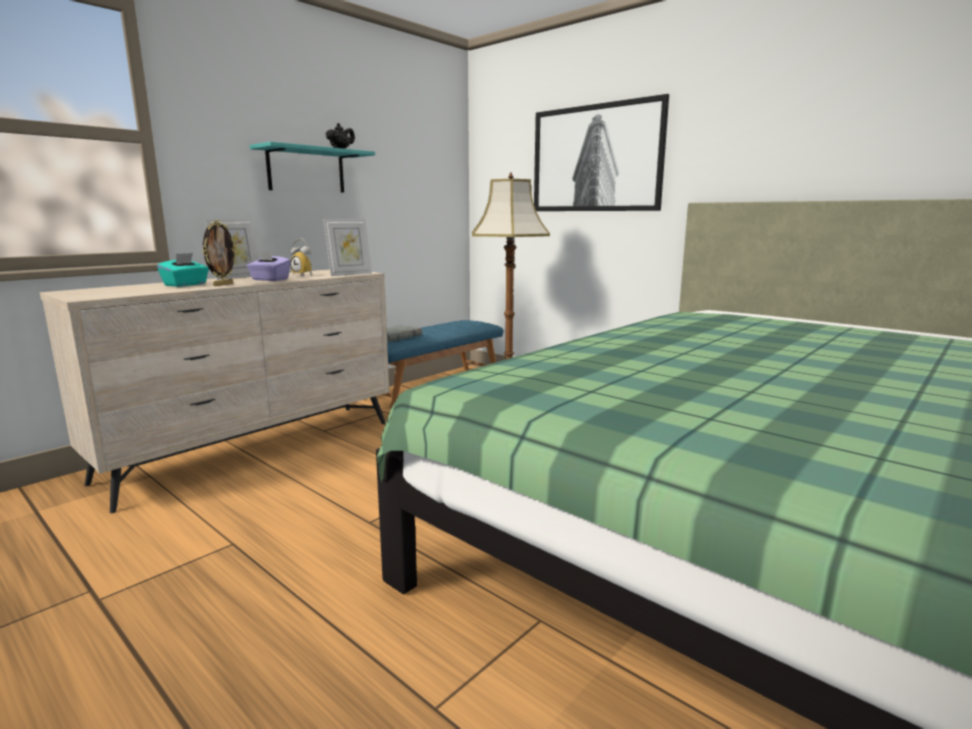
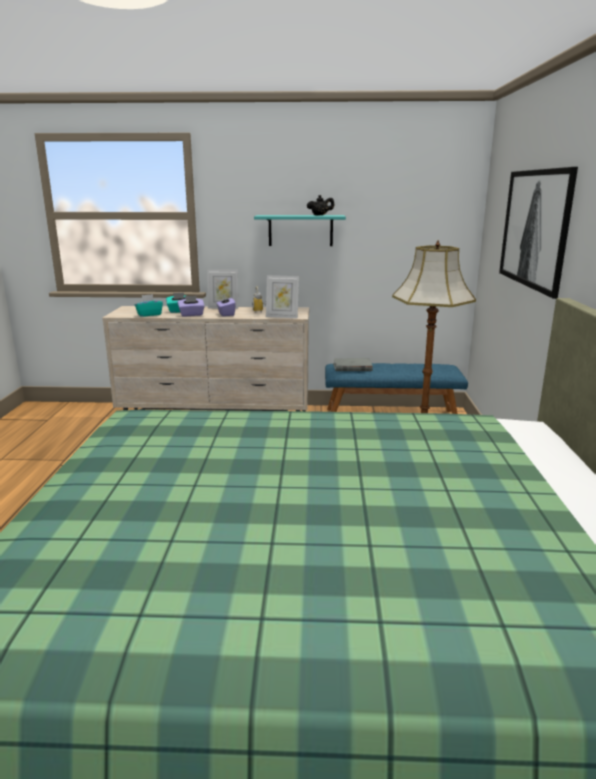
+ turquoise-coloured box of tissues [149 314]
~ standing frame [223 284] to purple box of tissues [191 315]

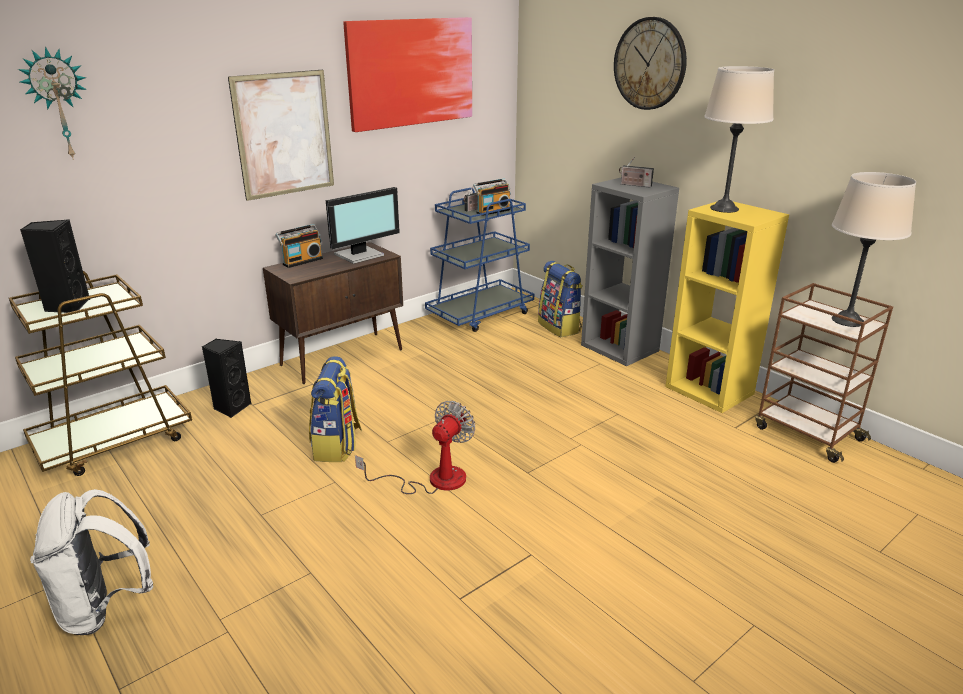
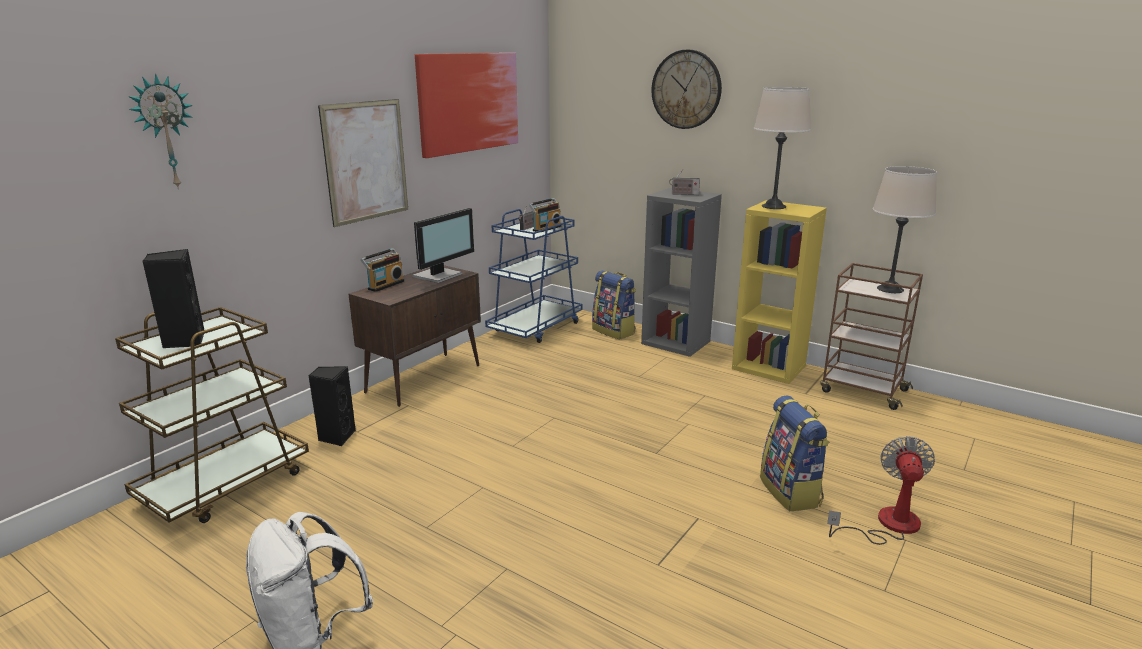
~ backpack [337 446] to [791 492]
~ fan [433 480] to [887 525]

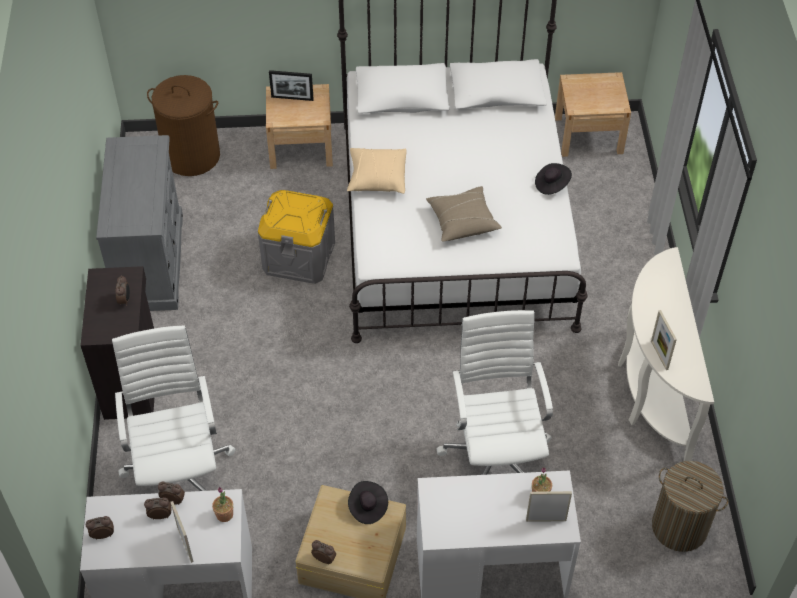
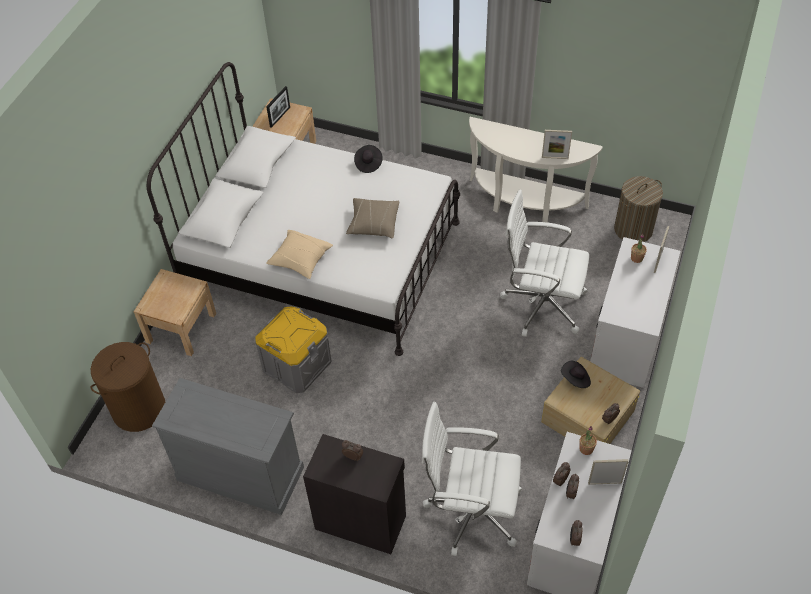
~ standing frame [292 98] to [280 117]

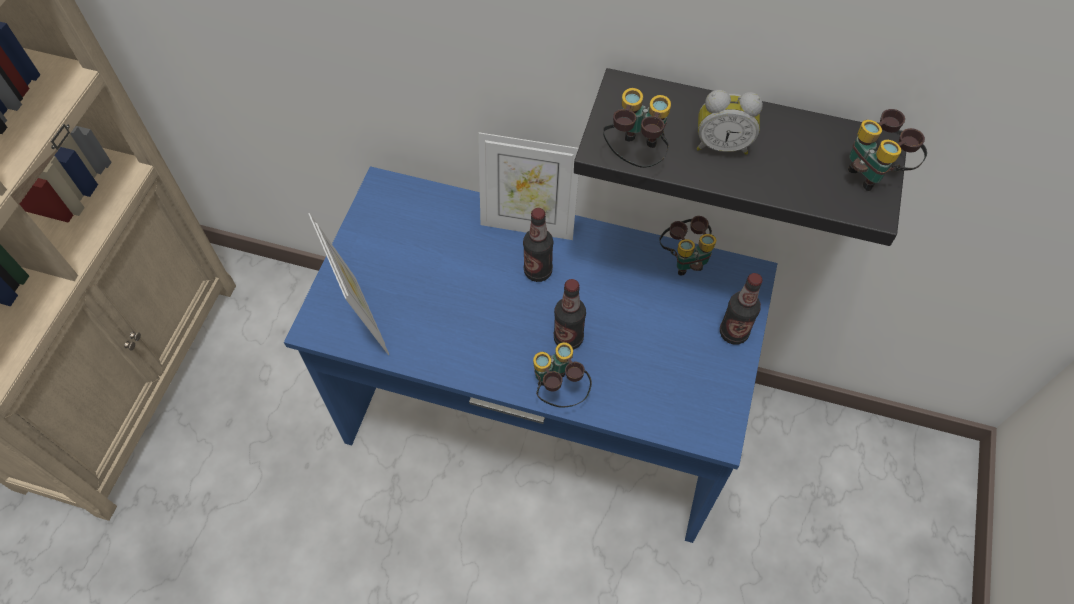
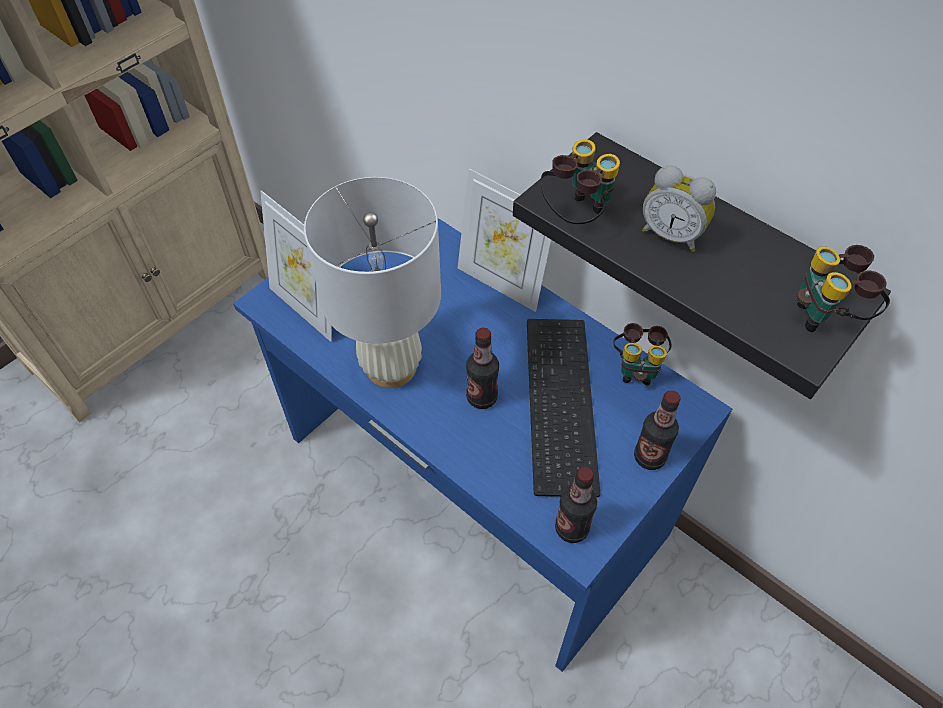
~ standing frame [361 318] = [307 308] 135 degrees clockwise
+ white-coloured table lamp [390 367]
+ computer keyboard [556 401]
~ beverage bottle [538 271] to [571 528]
- pair of binoculars [559 391]

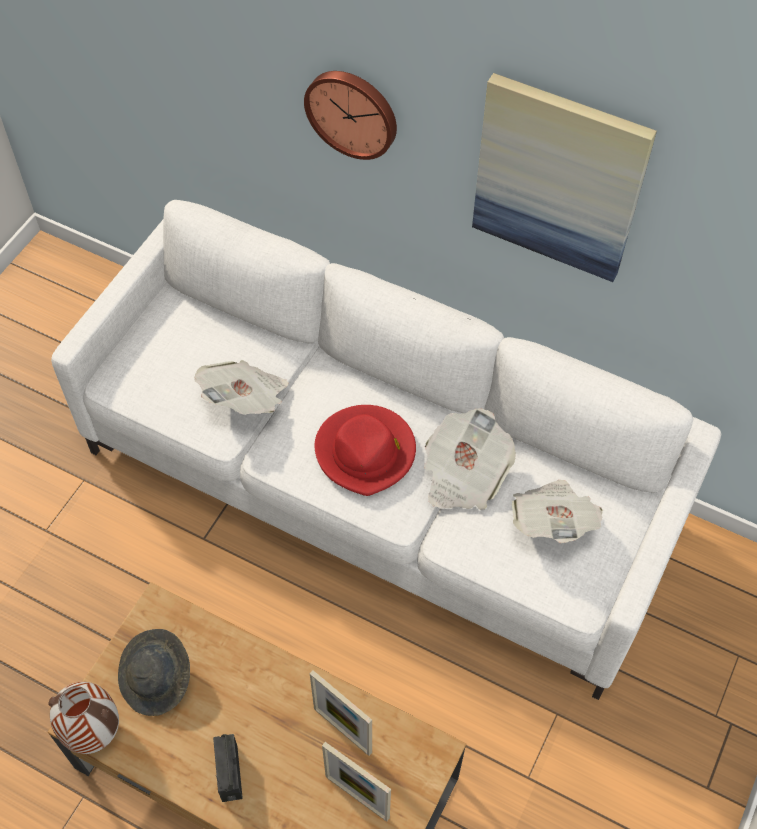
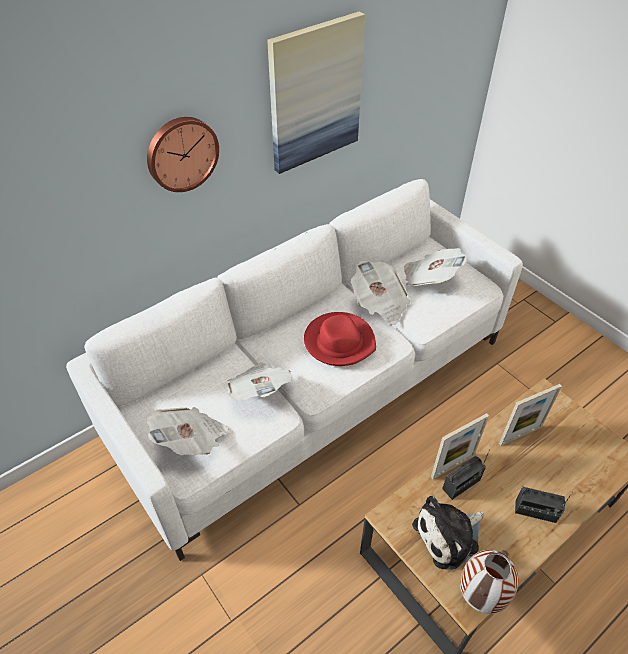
+ printed paper [192 440]
~ gray clothing hat [157 680] to plush toy [449 536]
~ standing frame [357 797] to [452 466]
+ radio receiver [461 484]

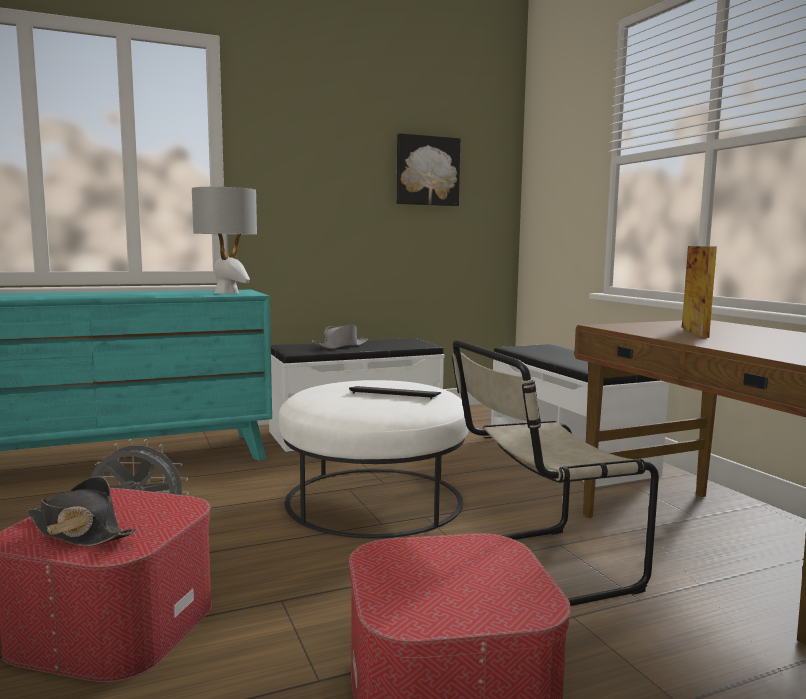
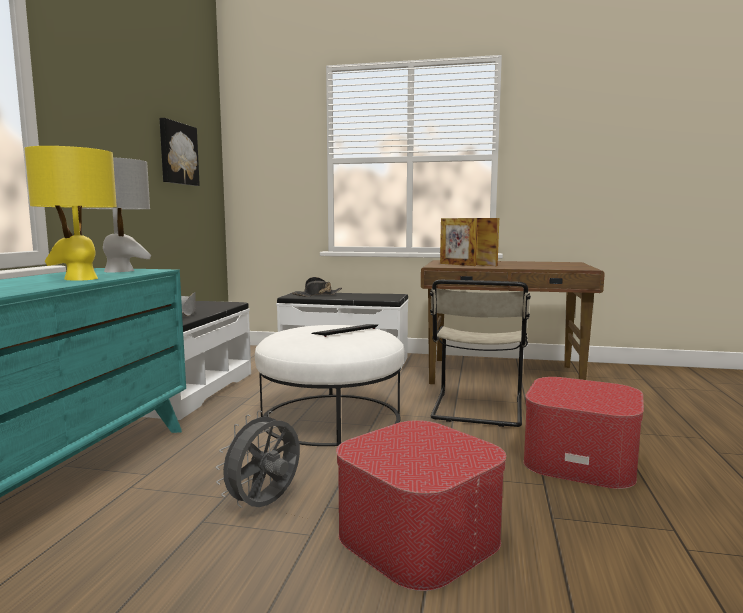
+ yellowish table lamp [80 279]
~ blackish clothing hat [79 532] to [317 295]
+ standing frame [457 264]

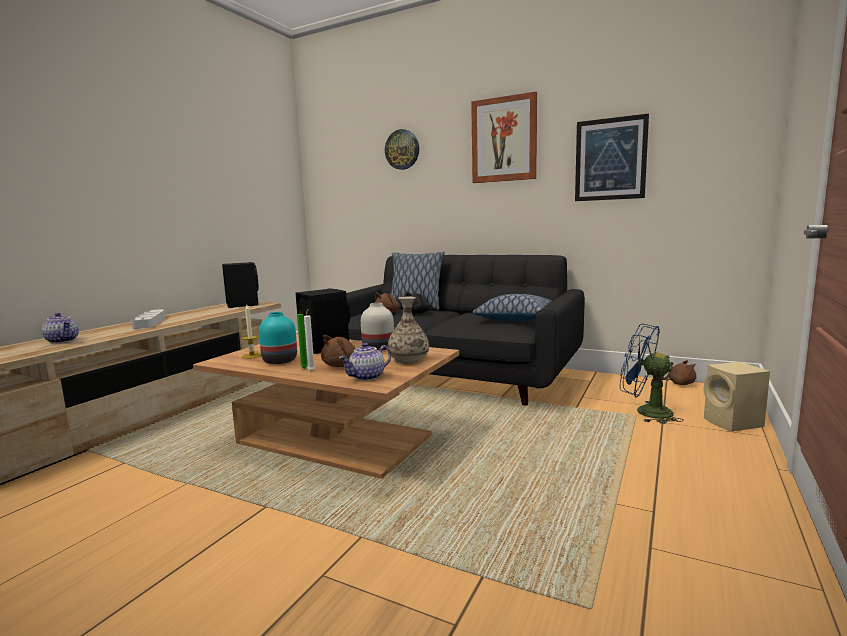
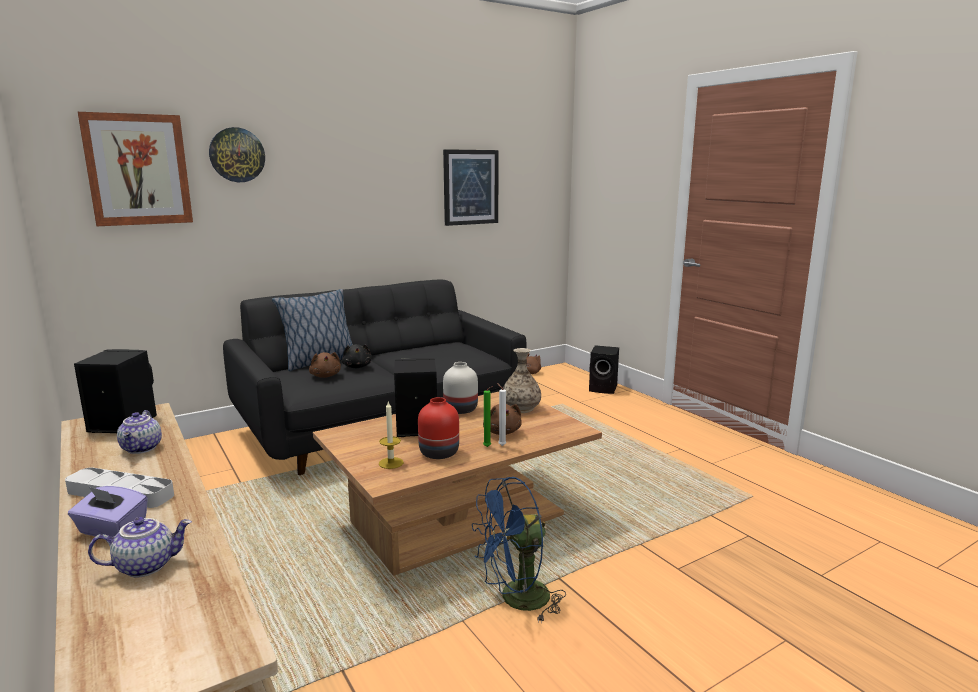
+ purple box of tissues [112 530]
~ wall art [504 140] to [138 170]
~ teapot [367 377] to [142 448]
~ turquoise-coloured vase [280 361] to red vase [440 452]
~ blue fan [645 412] to [516 600]
~ beige speaker [733 423] to blackish speaker [604 388]
- cushion [513 318]

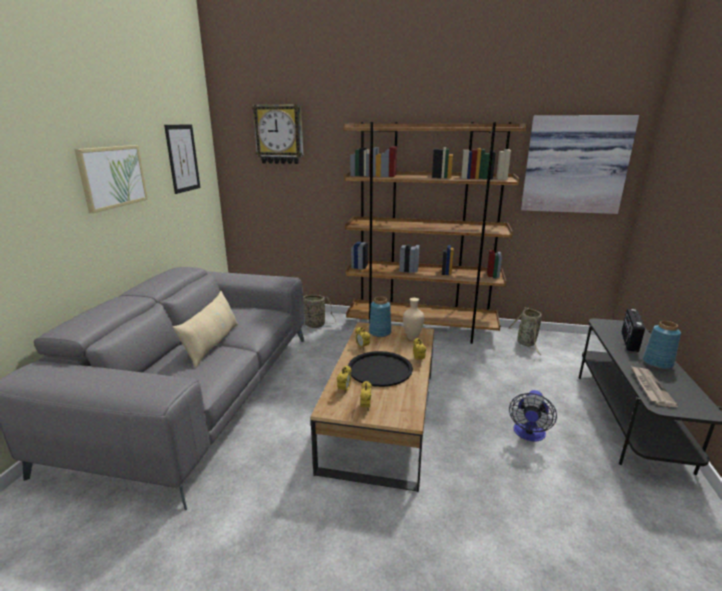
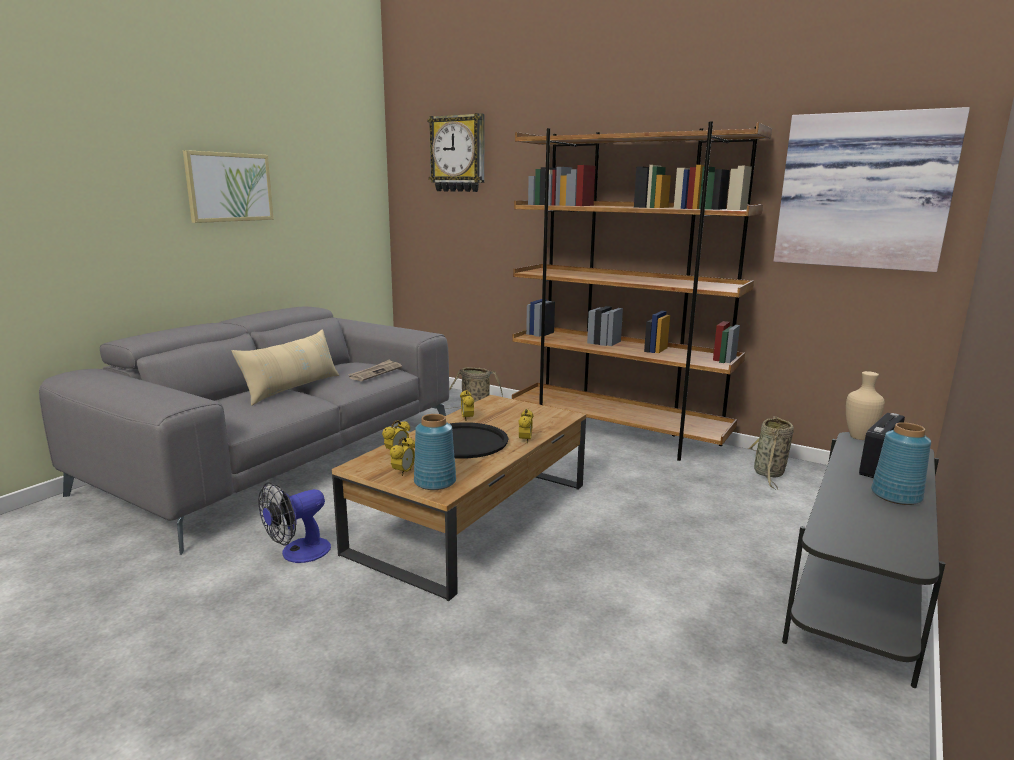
~ fan [528 434] to [298 553]
~ printed paper [650 387] to [375 372]
~ blue vase [380 332] to [435 482]
~ beige vase [411 338] to [857 437]
- wall art [183 158]

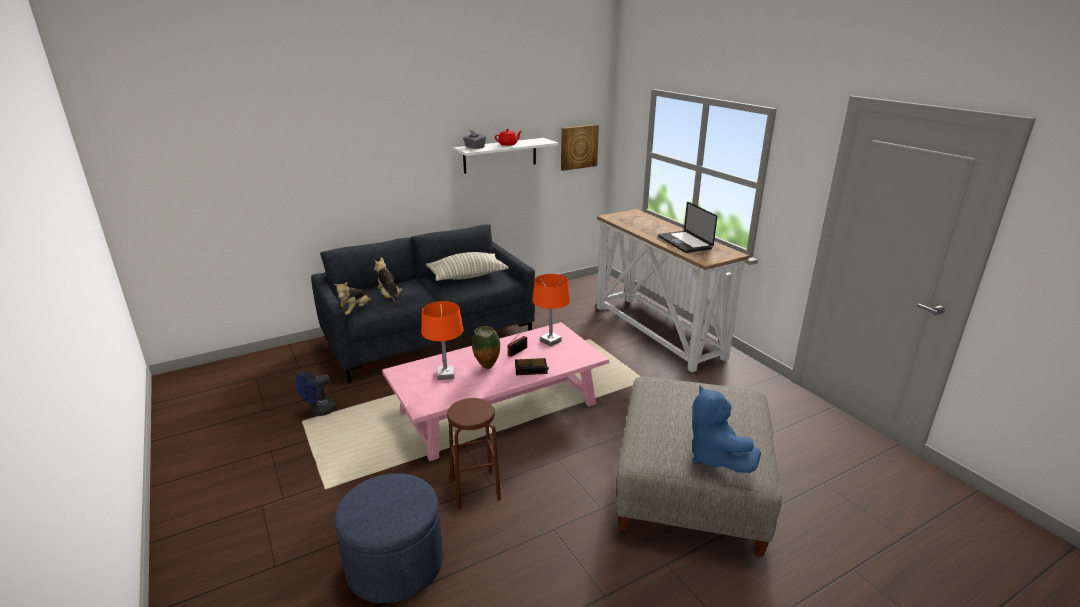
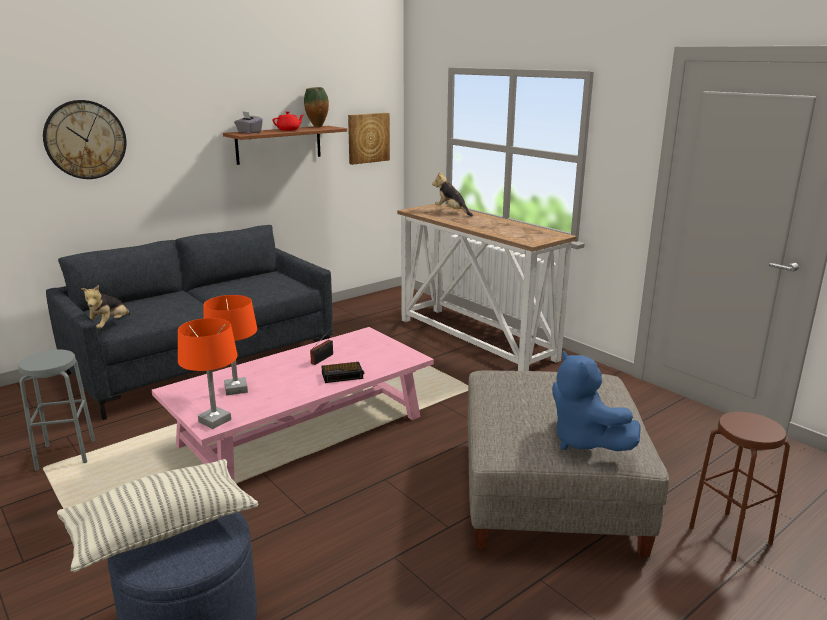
~ blue fan [319 411] to gray stool [66 454]
+ wall clock [85 139]
~ cushion [467 276] to [161 530]
~ orangey table lamp [550 341] to [214 421]
~ white-coloured bracket shelf [500 155] to brown bracket shelf [279 144]
~ vase [487 368] to [317 127]
~ plush toy [390 297] to [452 212]
~ brown stool [475 489] to [729 535]
- notebook computer [684 243]

